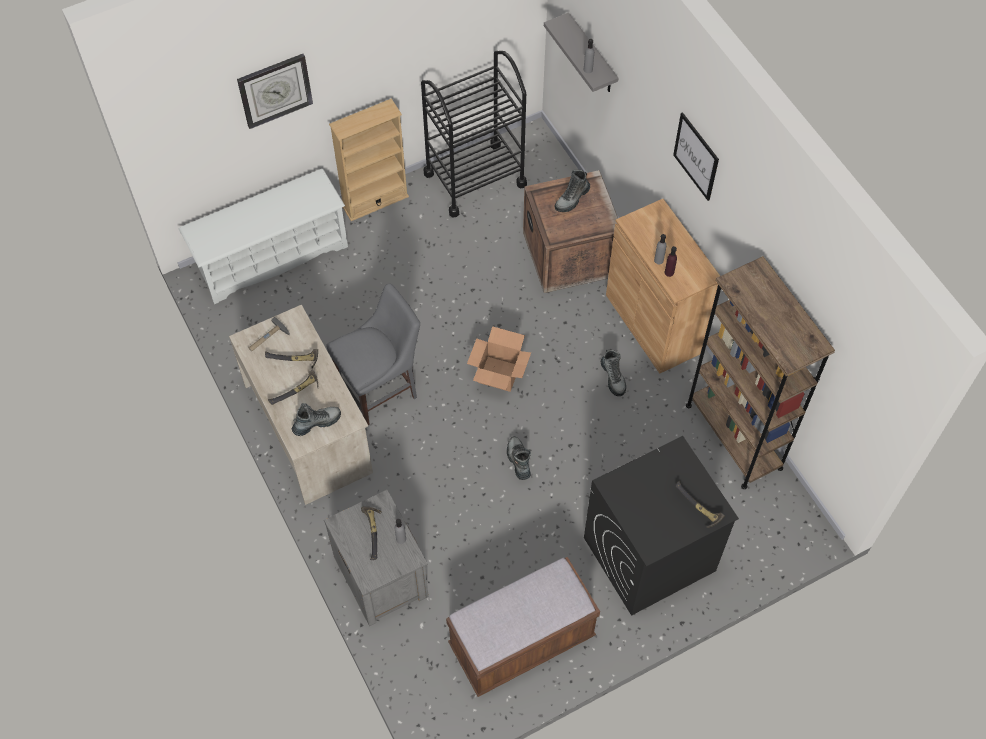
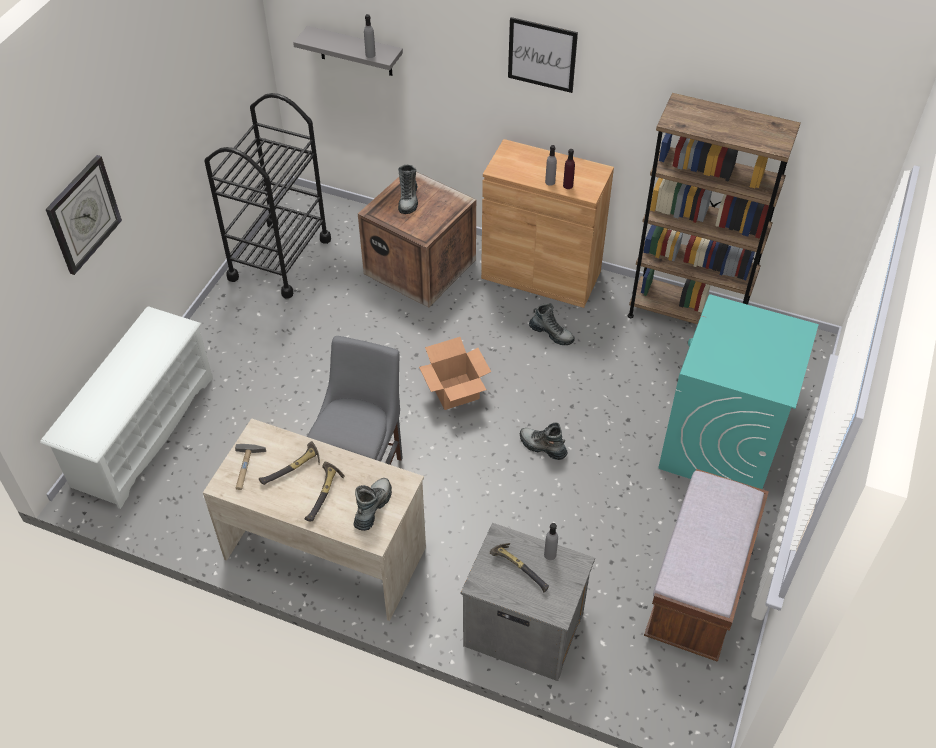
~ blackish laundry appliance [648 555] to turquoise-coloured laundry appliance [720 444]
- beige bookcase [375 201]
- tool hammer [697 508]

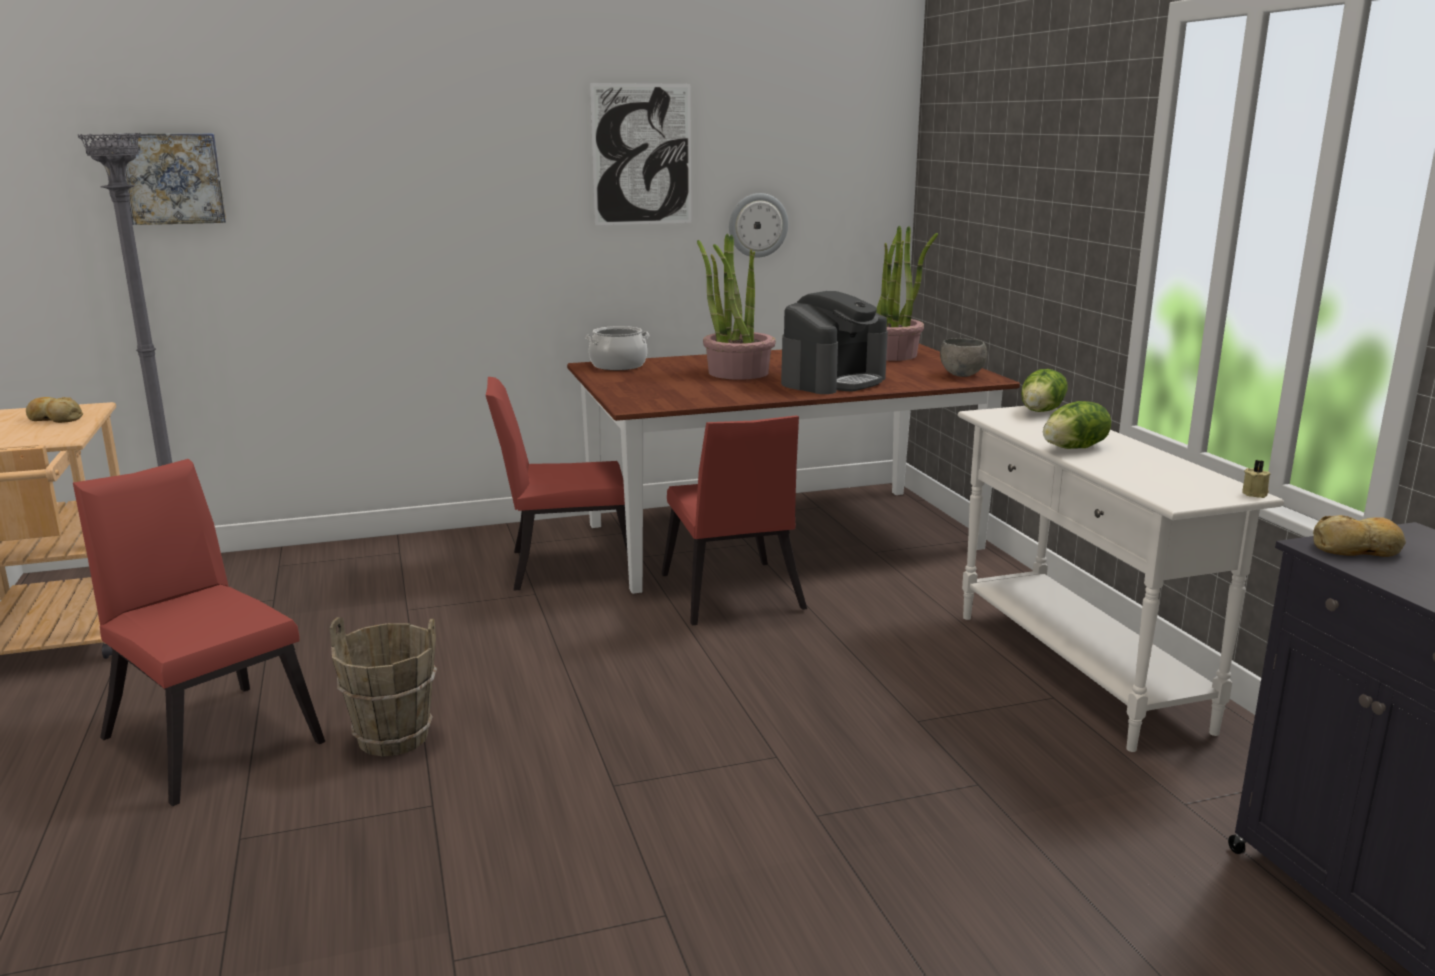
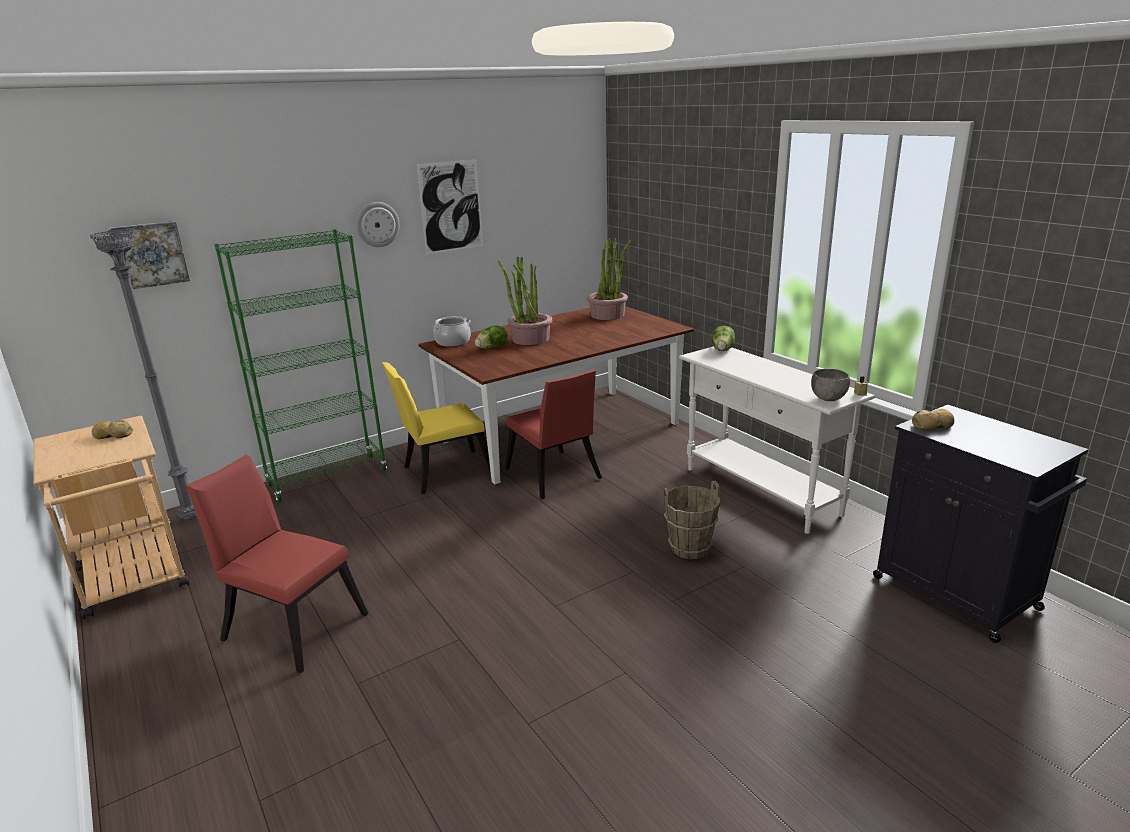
+ greenish bookcase [327 477]
~ wall clock [757 225] to [377 224]
~ red upright chair [564 567] to yellowish upright chair [442 473]
~ head of lettuce [1075 448] to [492 348]
~ brown pail [393 738] to [690 549]
~ gray deep dish [962 375] to [828 399]
- coffee machine [833 381]

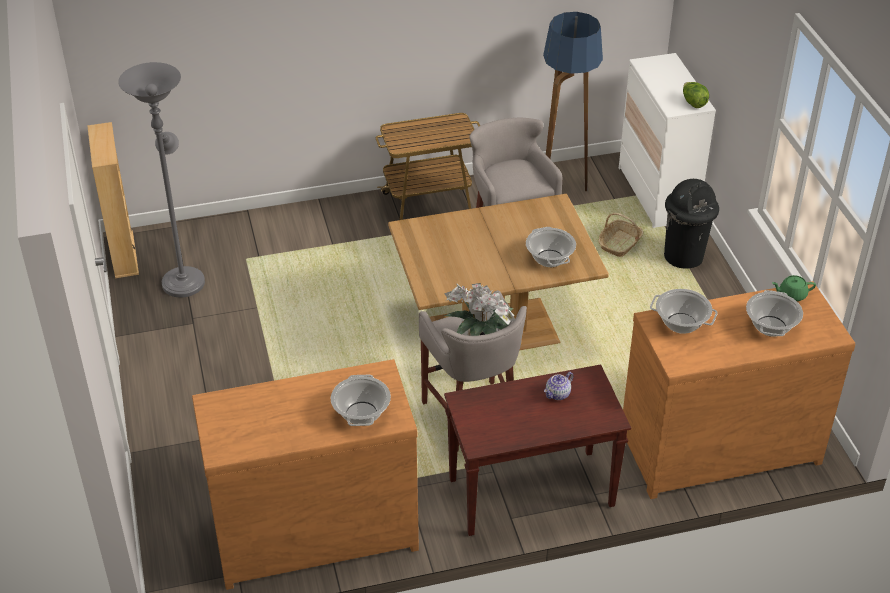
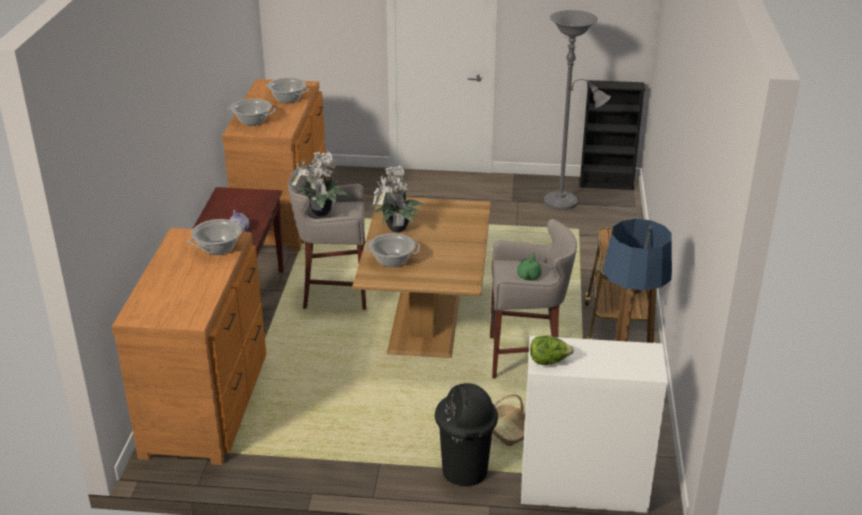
~ stockpot [770 326] to [288 99]
+ plant in a pot [395 229]
~ greenish teapot [791 295] to [529 275]
~ beige bookcase [123 254] to blackish bookcase [606 184]

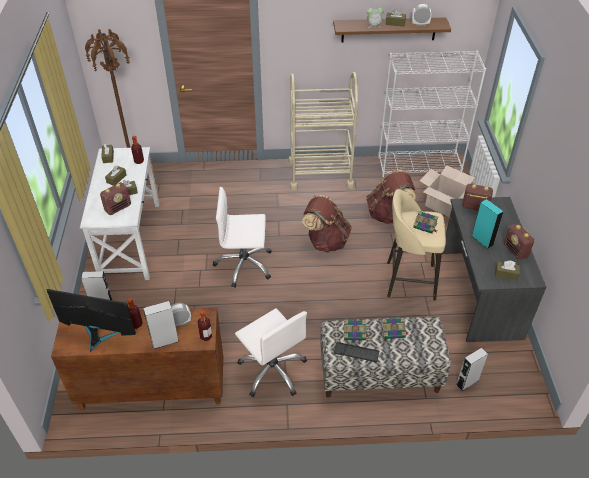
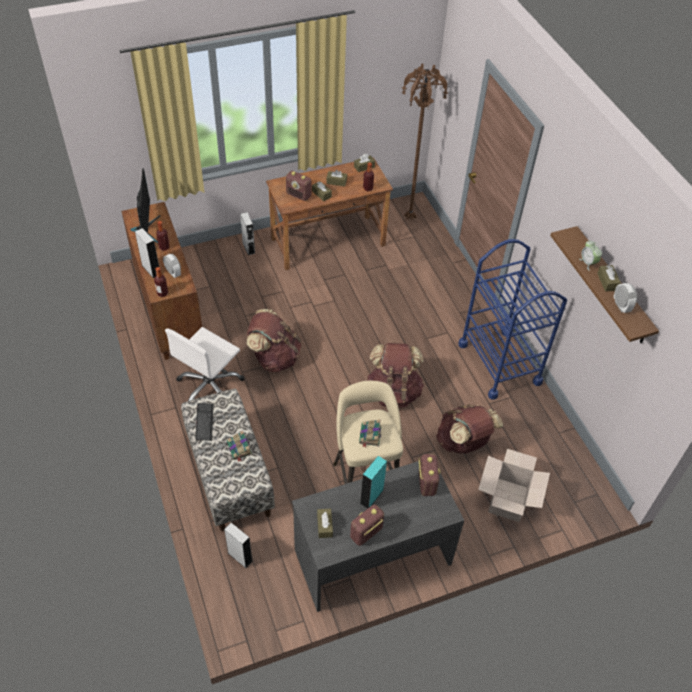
+ brown backpack [274 357]
~ white-coloured desk [130 241] to brown desk [328 242]
~ beige wheeled cart [320 174] to blue wheeled cart [499 363]
- white-coloured desk chair [244 265]
- volume [355 333]
- white-coloured bookcase [419 165]

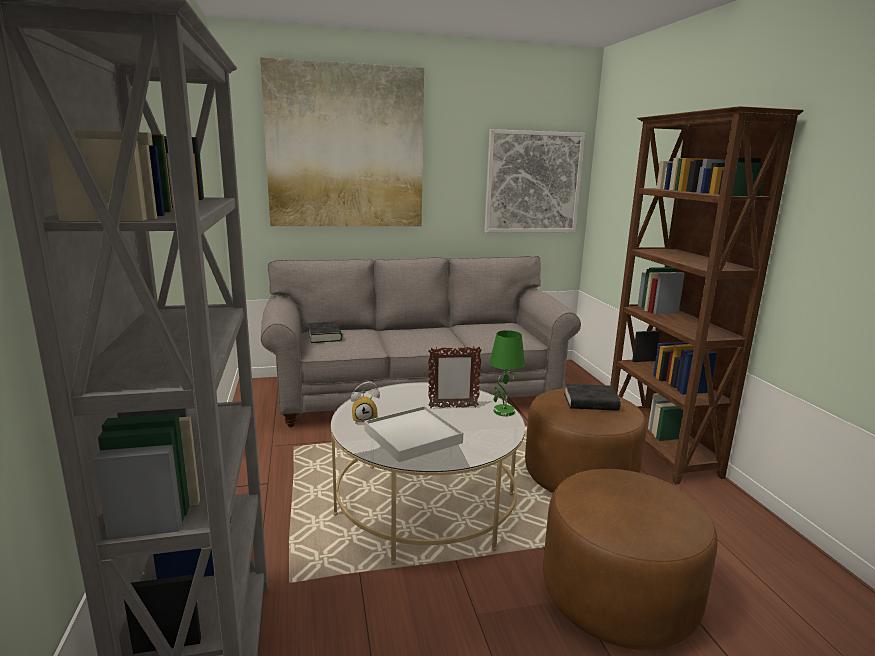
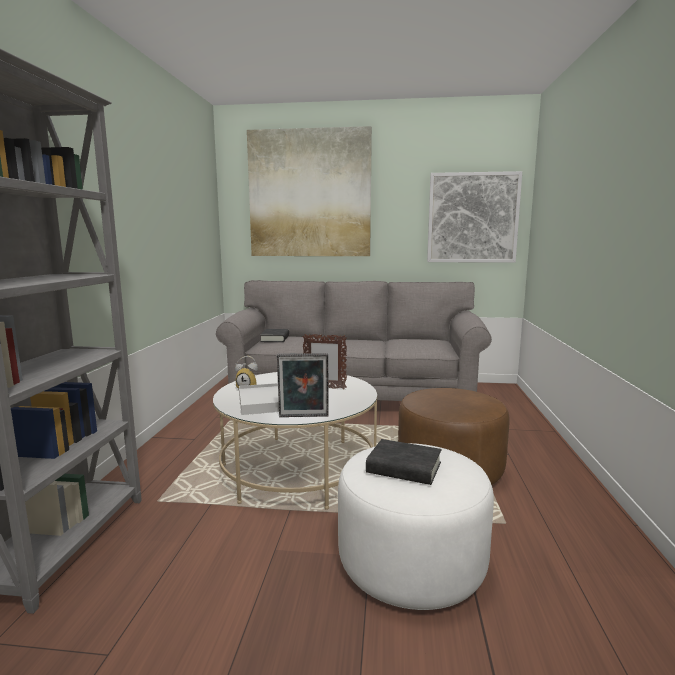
+ standing frame [303 417]
~ brown ottoman [618 596] to white-coloured ottoman [411 564]
~ blackish volume [590 402] to [404 468]
- greenish table lamp [503 411]
- brown bookcase [659 448]

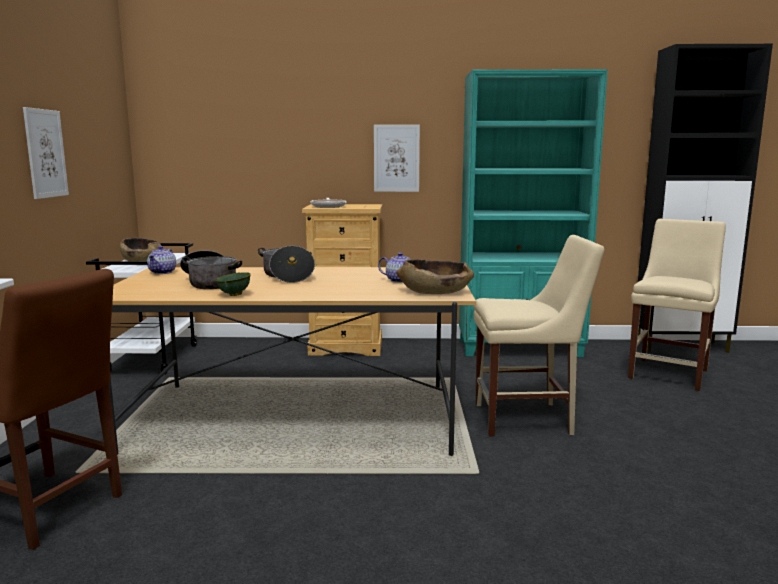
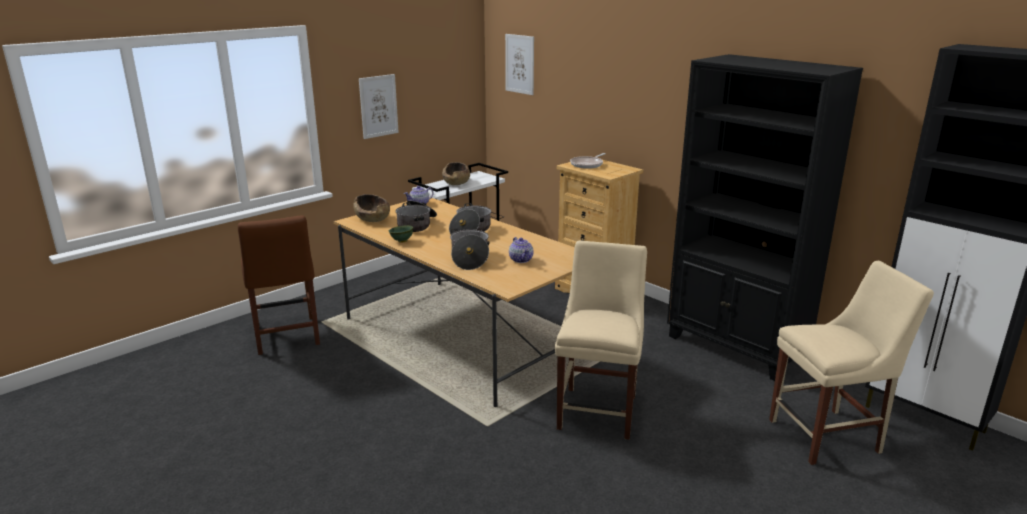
~ brown deep dish [435 292] to [372 218]
+ stockpot [469 258]
~ wall art [396 158] to [520 64]
~ beige upright chair [528 419] = [598 409] 120 degrees counterclockwise
~ turquoise-coloured bookcase [520 348] to blackish bookcase [736 348]

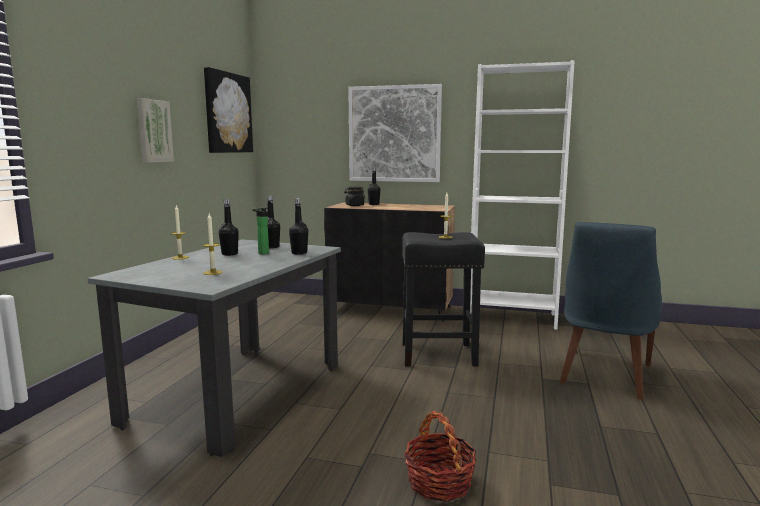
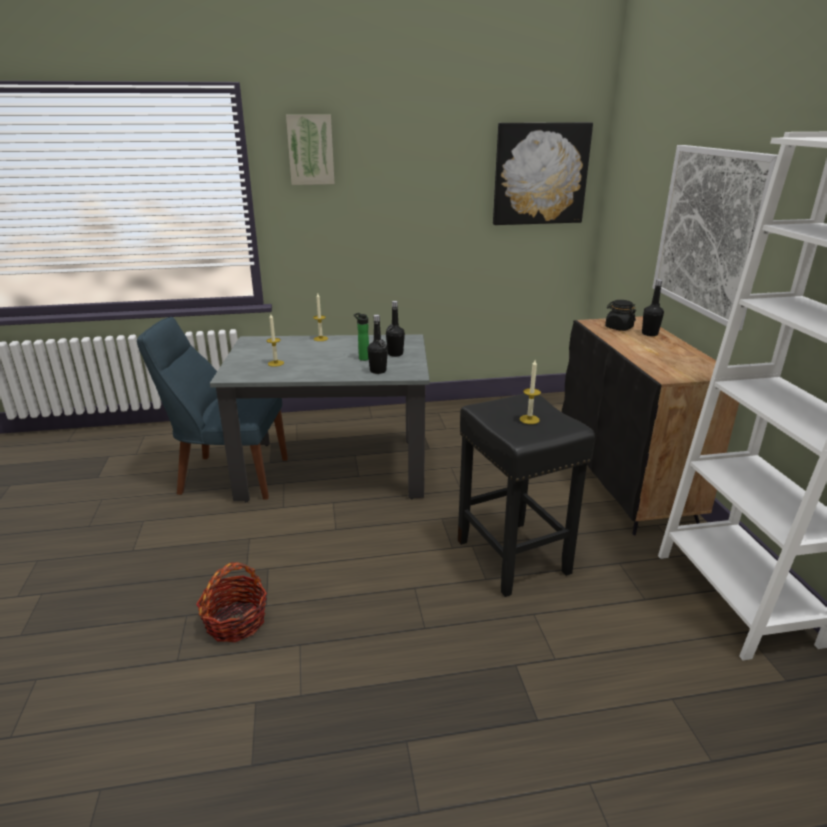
~ blue upright chair [604 375] to [229 476]
~ wall art [153 131] to [310 150]
- blackish beverage bottle [229 254]

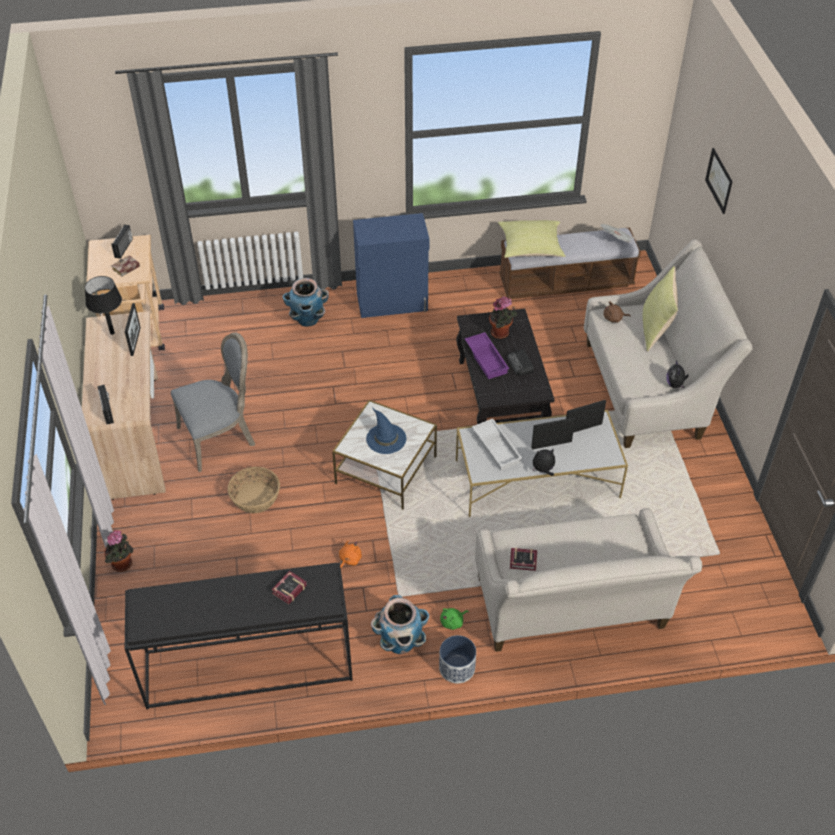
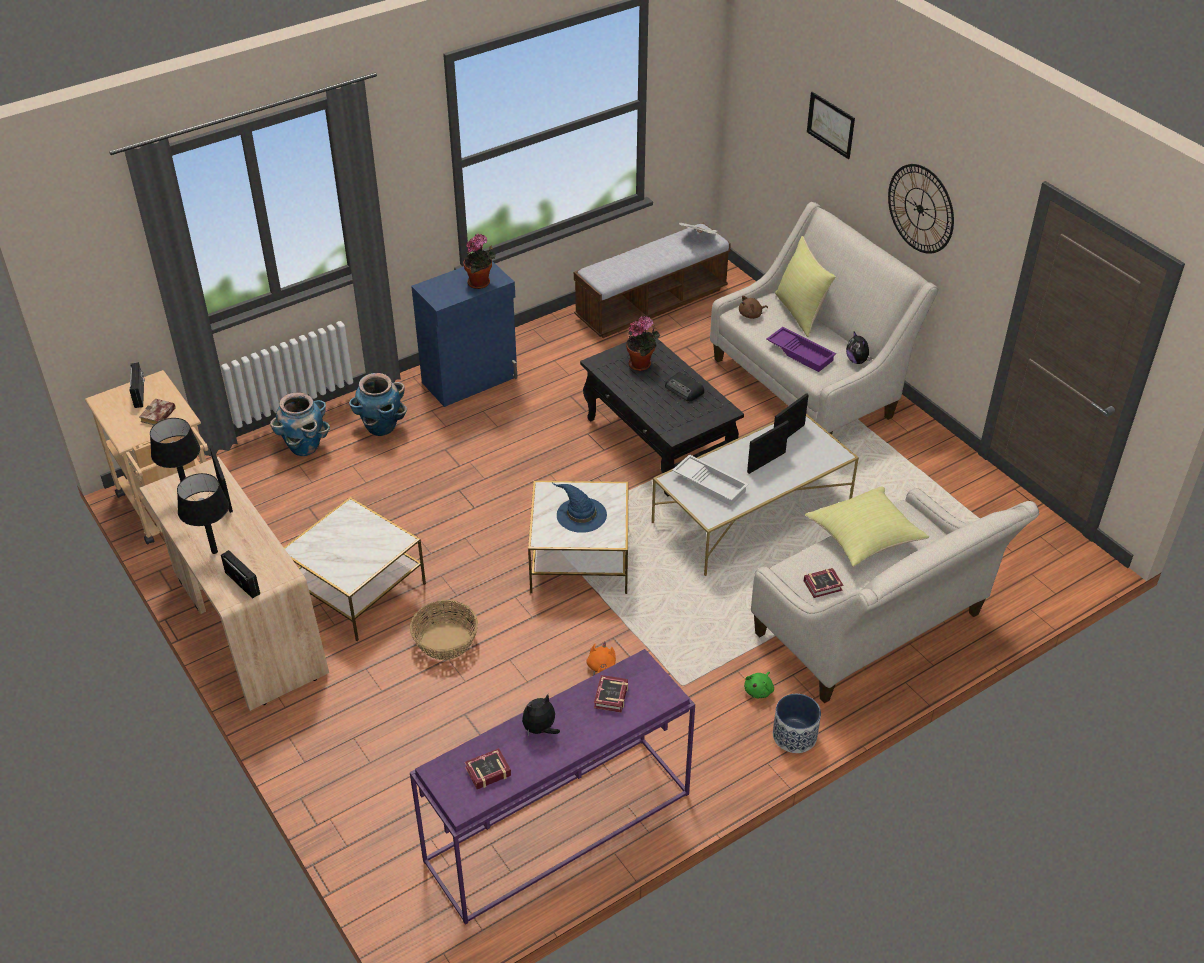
+ blackish table lamp [214 552]
~ flower pot [400 642] to [304 447]
~ gray upright chair [220 437] to side table [357 589]
~ blackish console table [247 667] to purple console table [558 829]
~ plant in a pot [123 565] to [480 283]
+ volume [486 771]
~ plush toy [543 470] to [540 729]
~ purple serving tray [487 358] to [801 353]
~ yellowish cushion [530 249] to [864 539]
+ wall clock [920 209]

